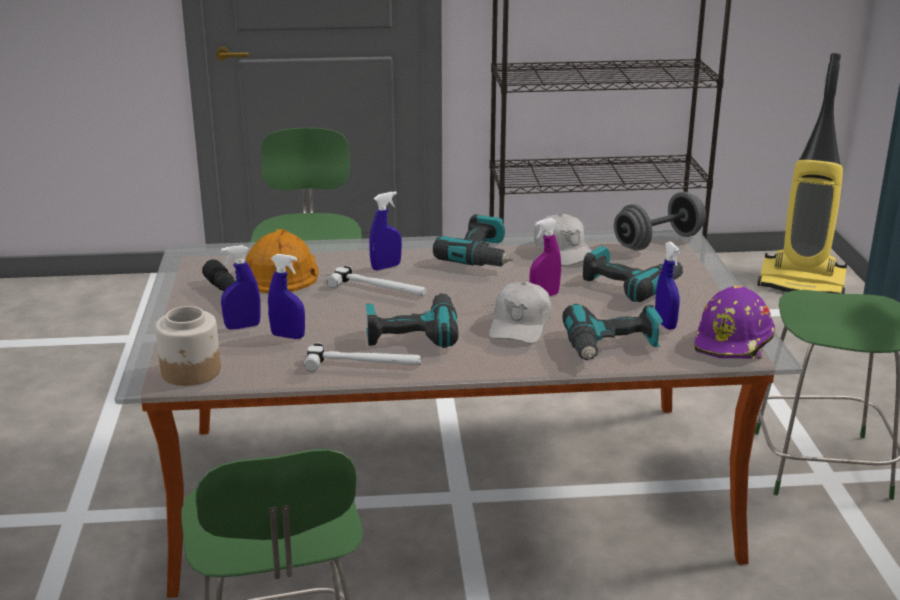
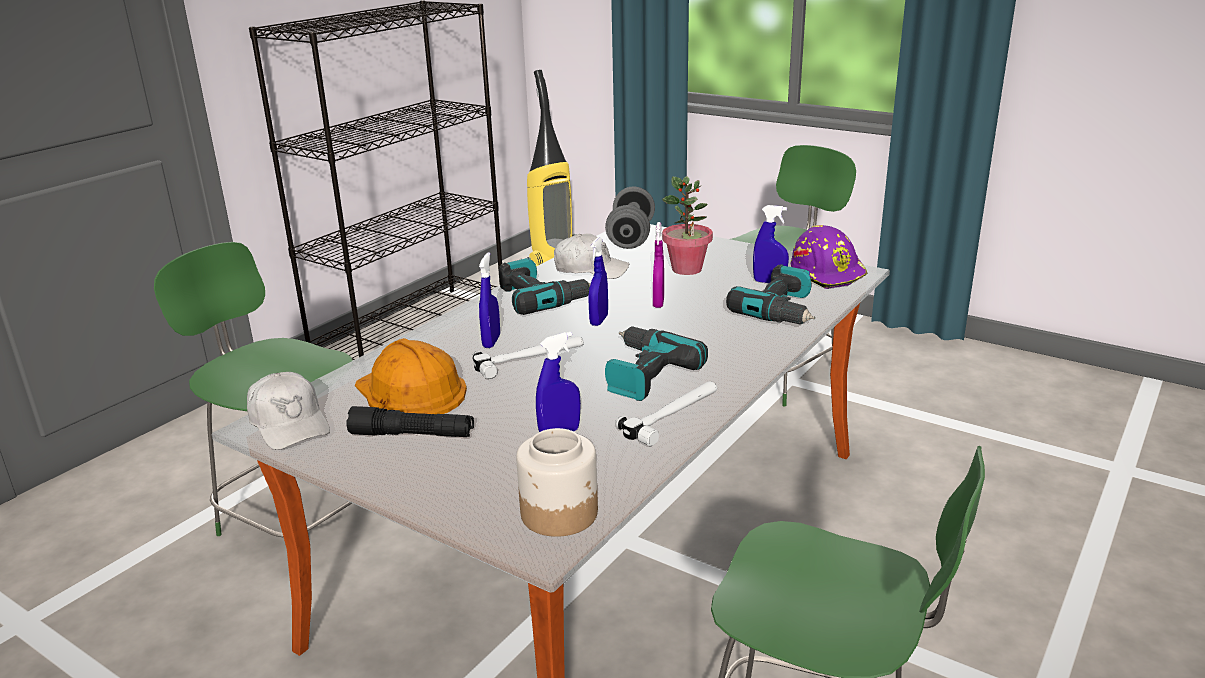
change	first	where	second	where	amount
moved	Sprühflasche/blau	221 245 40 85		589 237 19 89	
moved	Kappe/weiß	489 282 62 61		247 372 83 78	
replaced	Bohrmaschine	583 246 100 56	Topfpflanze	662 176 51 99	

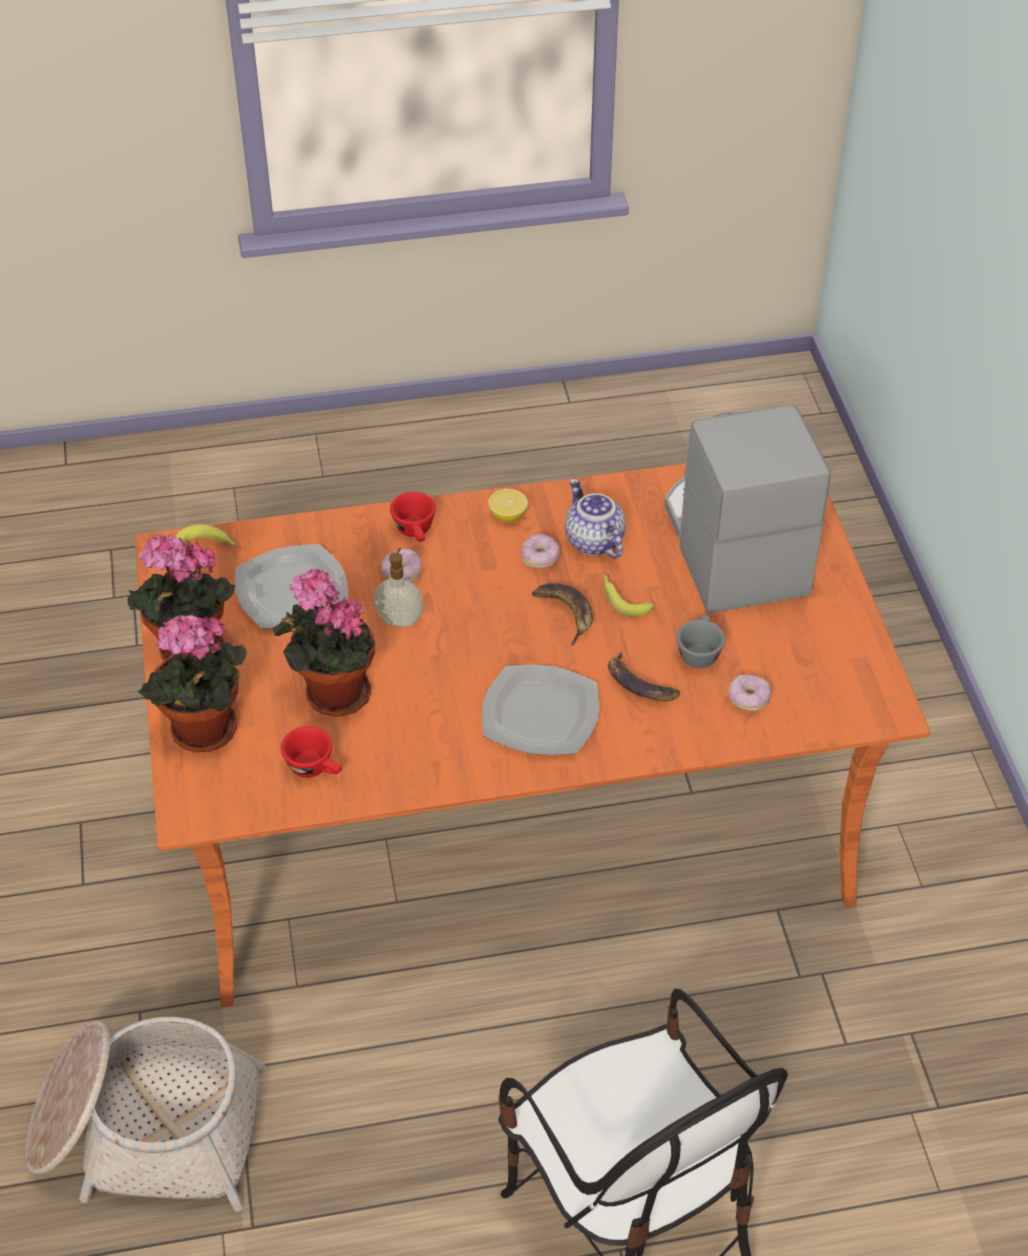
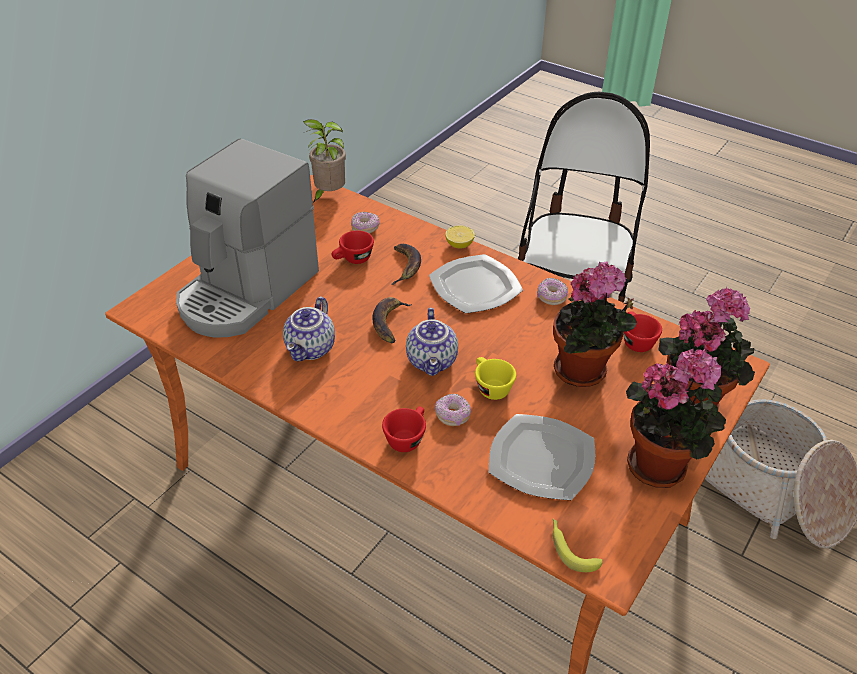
change	first	where	second	where	amount
replaced	Seifenspender	374 548 49 79	Tasse/gelb	475 357 41 43	
moved	Zitrone	488 489 40 33		445 225 30 24	
moved	Donut	521 534 39 35		537 278 31 27	
removed	Banane	603 574 51 43			
recoloured	Tasse/grau	676 615 49 53	Tasse/rot	332 230 42 34	
added			Topfpflanze	303 119 43 84	
added			Teekanne	406 308 52 68	

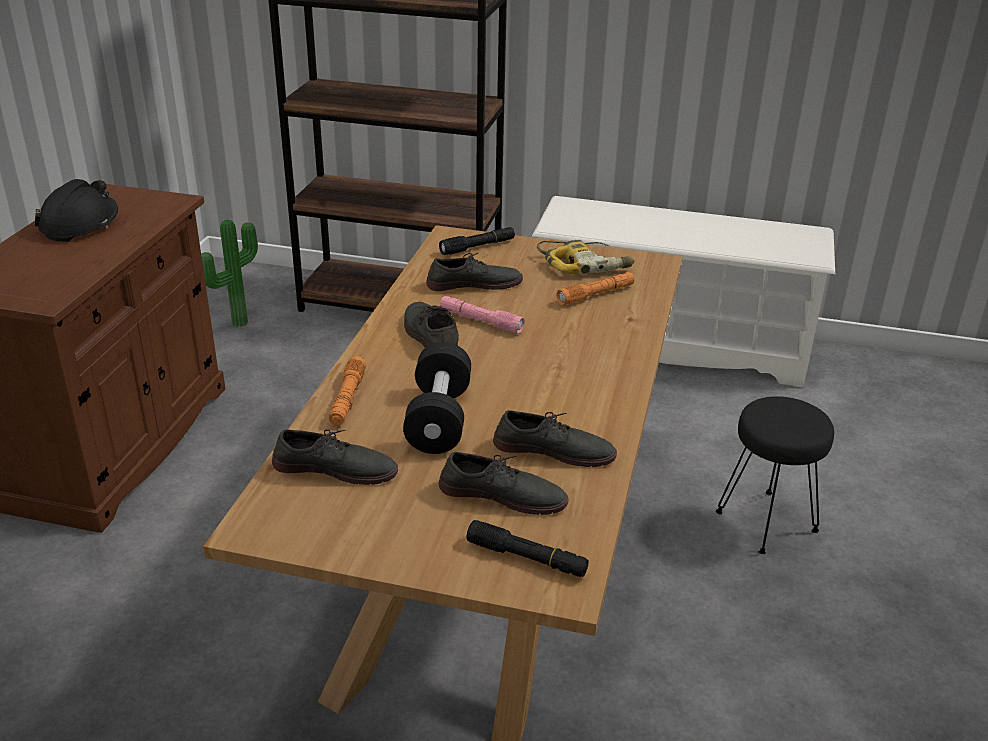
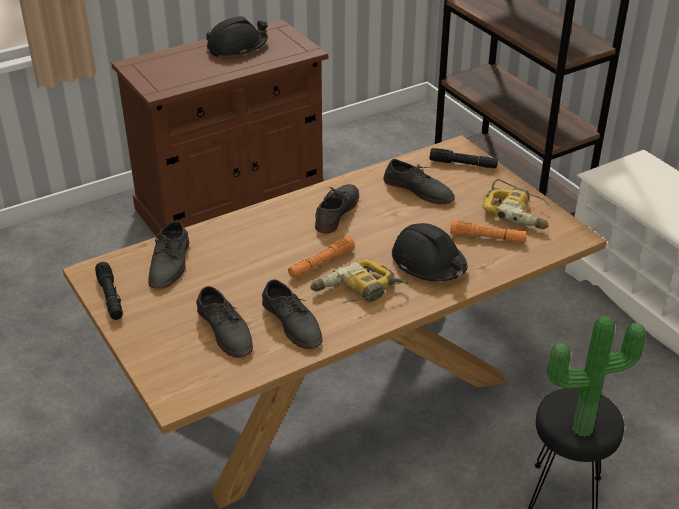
change	first	where	second	where	amount
moved	Topfpflanze	201 220 57 107		547 316 99 121	
turned	Schuh/grau	272 429 126 56		148 221 41 68	45 degrees clockwise
moved	Taschenlampe/orange	329 356 37 70		288 237 67 41	
removed	Hantel/schwarz	403 342 68 112			
removed	Taschenlampe/rosa	440 296 85 38			
moved	Taschenlampe/schwarz	467 520 122 57		95 262 28 58	
added			Bohrmaschine	310 260 98 44	
added			Schutzhelm/schwarz	392 223 75 59	

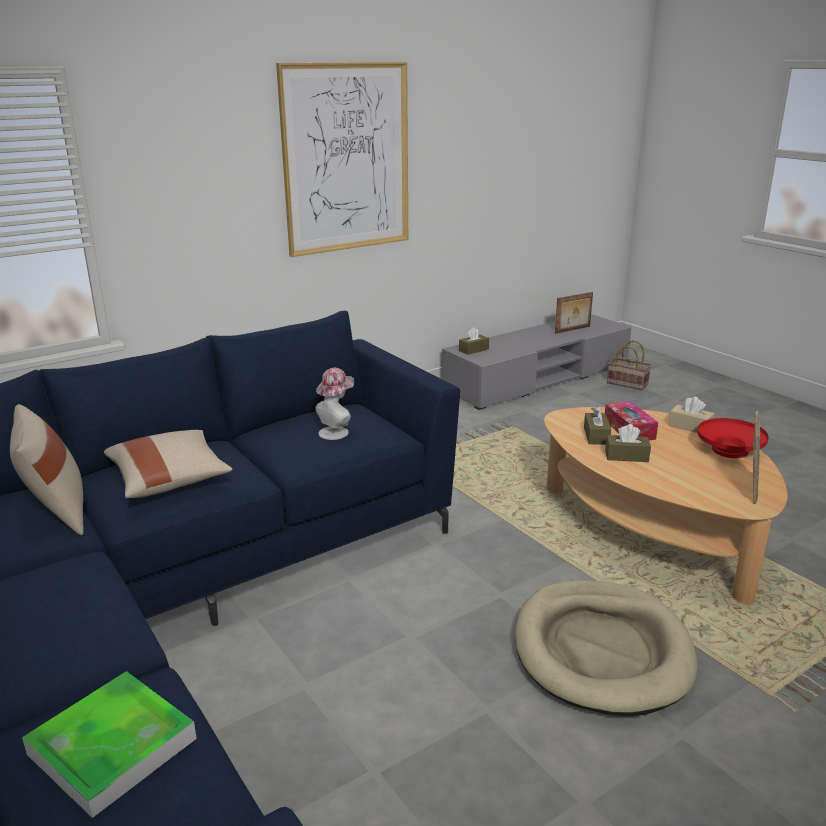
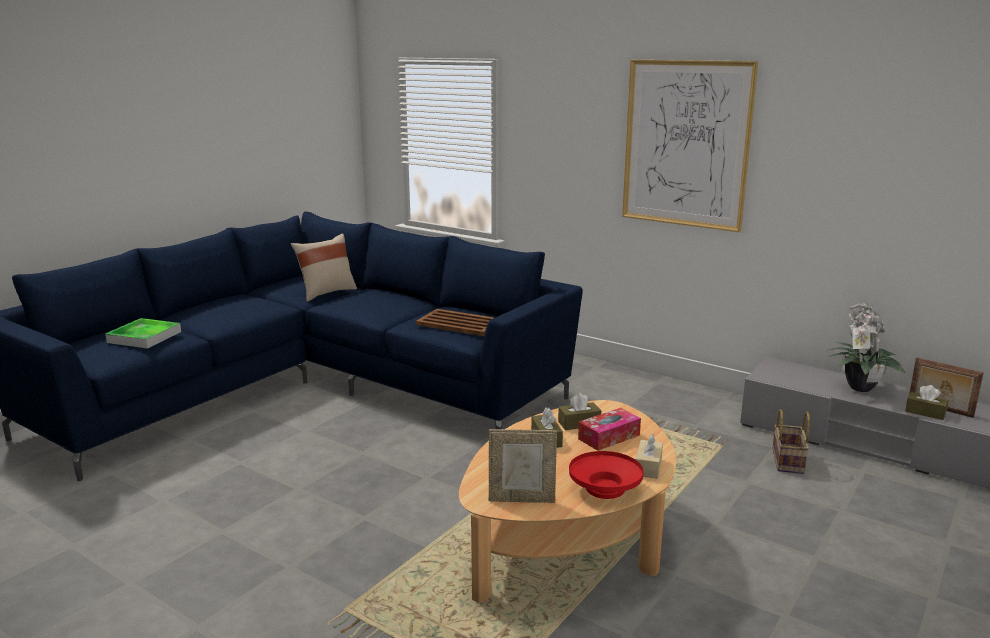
change	first	where	second	where	amount
removed	Kissen/beige	104 430 129 68			
replaced	Hut	315 368 39 72	Tablett/braun	416 309 78 27	
moved	Taschentuchbox/braun	459 327 30 28		905 385 44 35	
removed	Hundebett/beige	515 580 183 136			
moved	Korb	607 340 44 50		772 409 38 65	
added			Topfpflanze	828 302 78 90	

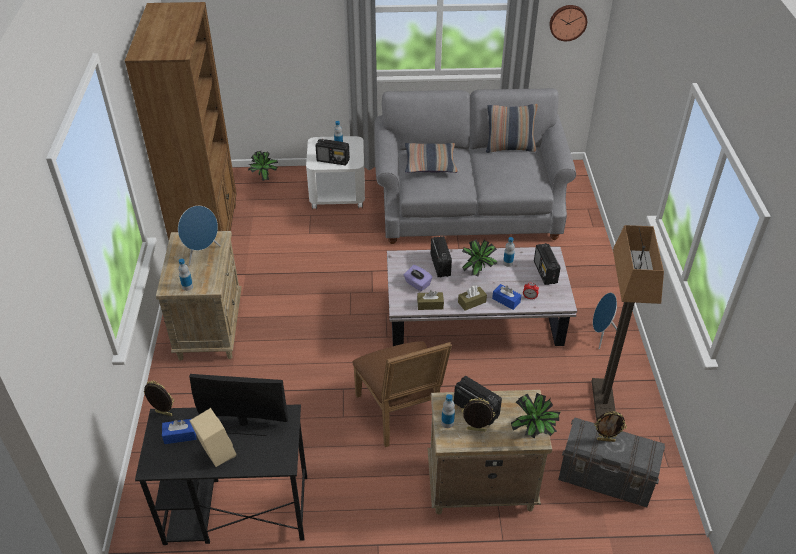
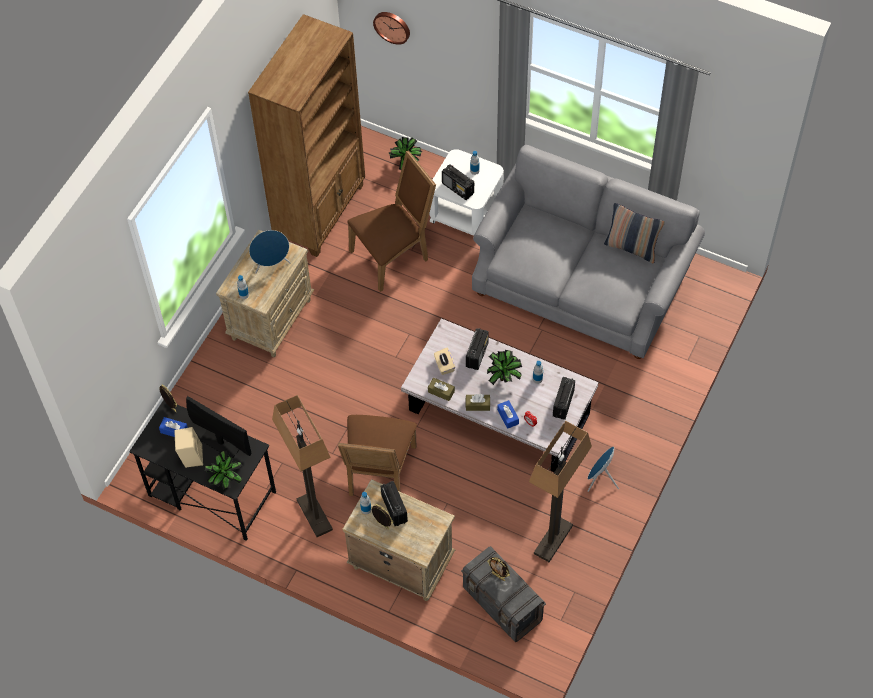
change	first	where	second	where	amount
recoloured	Taschentuchbox/lila	404 265 28 26	Taschentuchbox/beige	434 348 21 27	
removed	Kissen	405 143 53 30			
moved	Topfpflanze	511 393 49 46		204 451 39 38	
moved	Wanduhr	549 5 38 36		373 12 37 33	
added			Stehlampe	272 395 61 142	
added			Stuhl/braun	348 150 88 142	

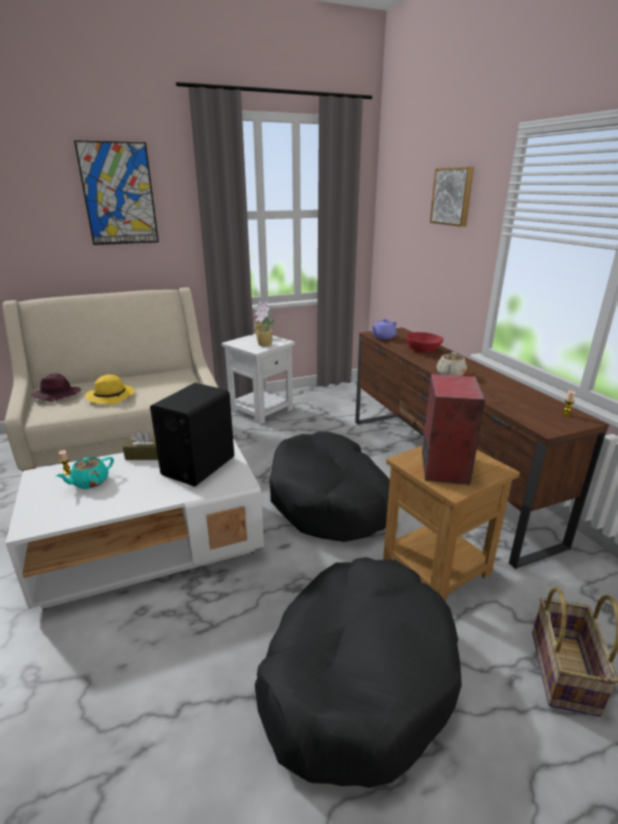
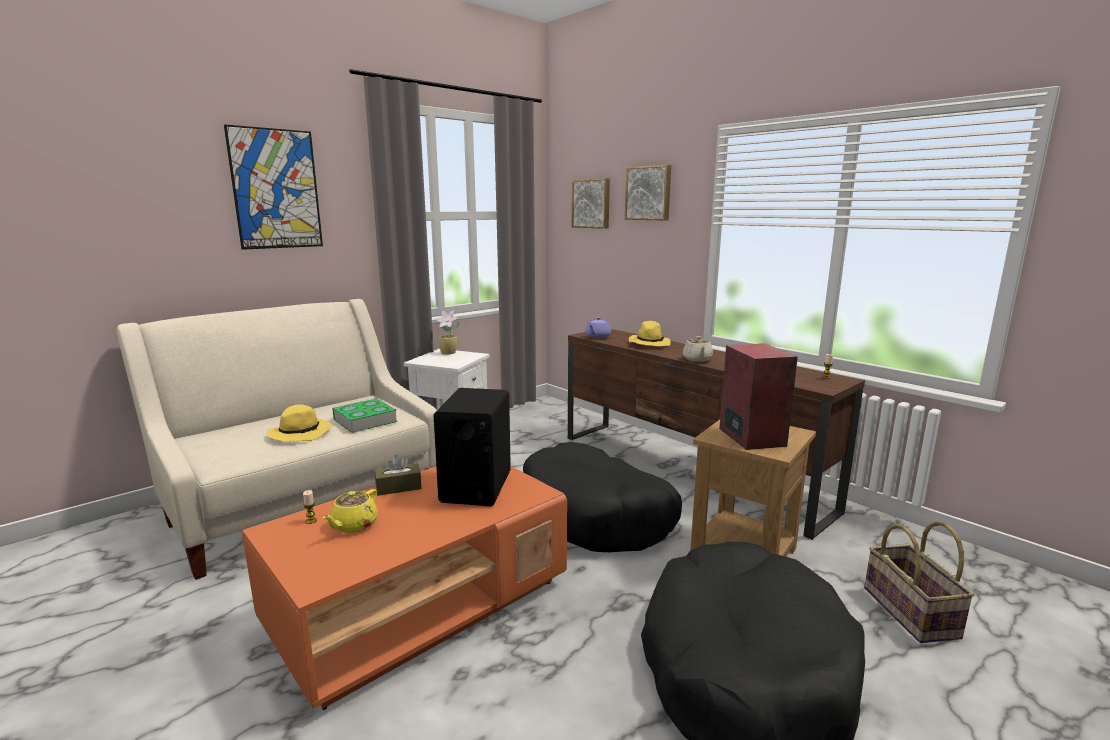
change	first	where	second	where	amount
recoloured	Couchtisch/weiß	6 438 258 172	Couchtisch/orange	242 466 325 244	
removed	Hut/lila	31 374 50 28			
recoloured	Teekanne/türkis	56 457 58 32	Teekanne/gelb	323 489 55 44	
removed	Topfpflanze	255 307 19 40			
replaced	Schüssel/rot	406 332 37 21	Hut/gelb	629 321 41 25	
added			Buch	332 398 66 35	
added			Bild	572 178 38 51	

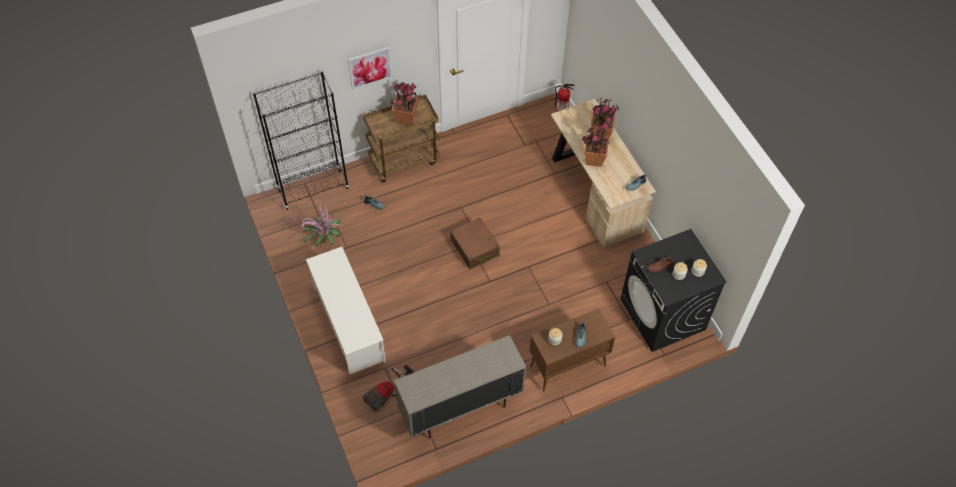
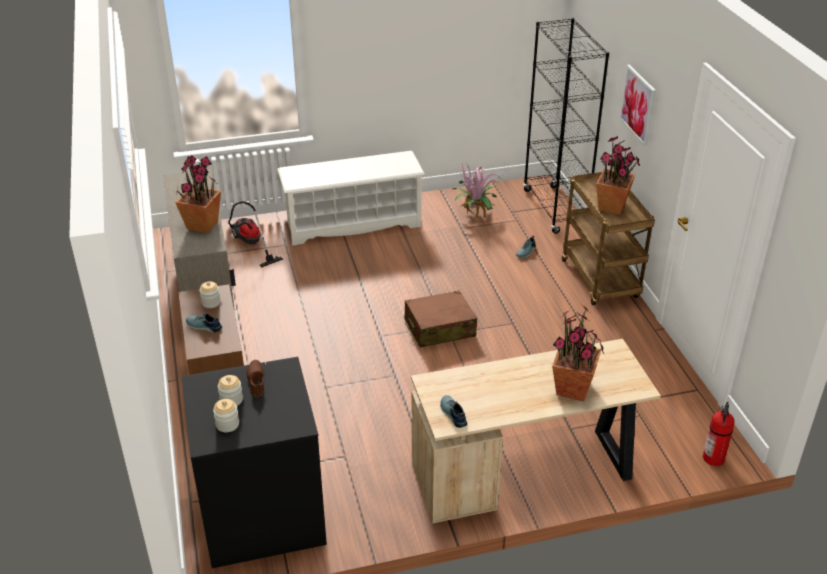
change	first	where	second	where	amount
moved	Topfpflanze	582 118 27 49		175 156 46 77	

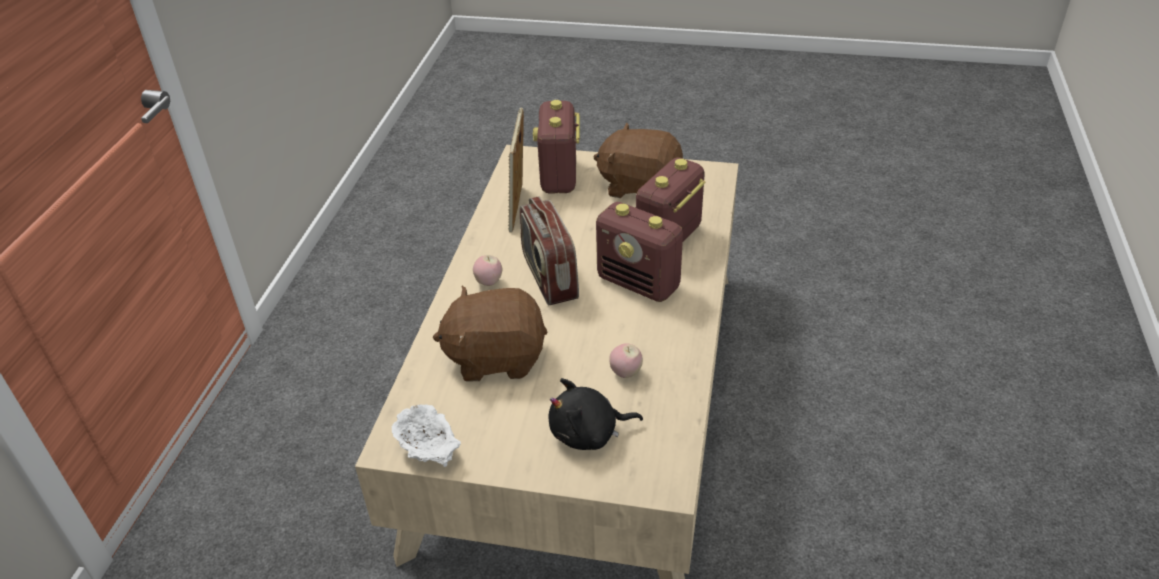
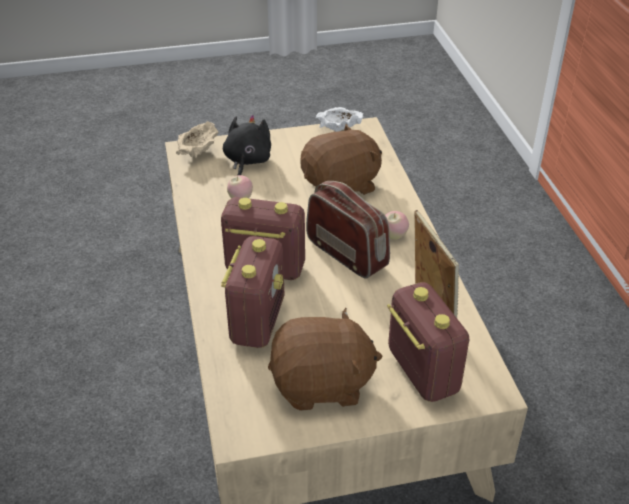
change	first	where	second	where	amount
turned	Plüschtier/schwarz	549 378 94 72		223 115 48 60	45 degrees counterclockwise
added			Schüssel/beige	176 121 43 37	

